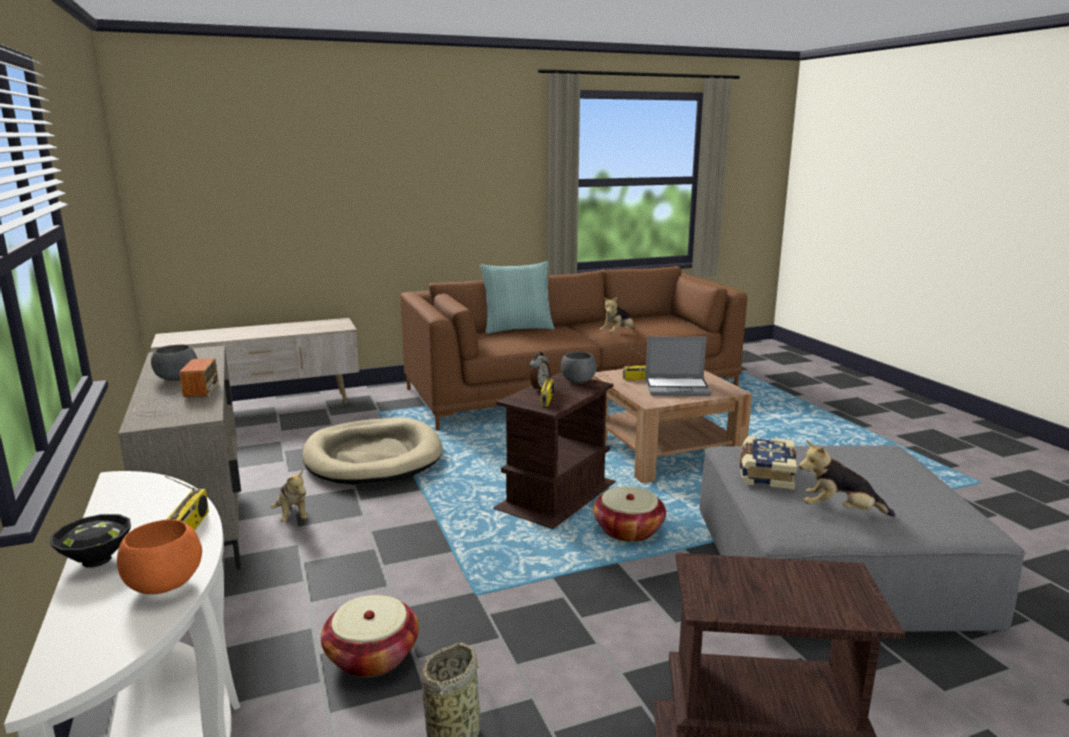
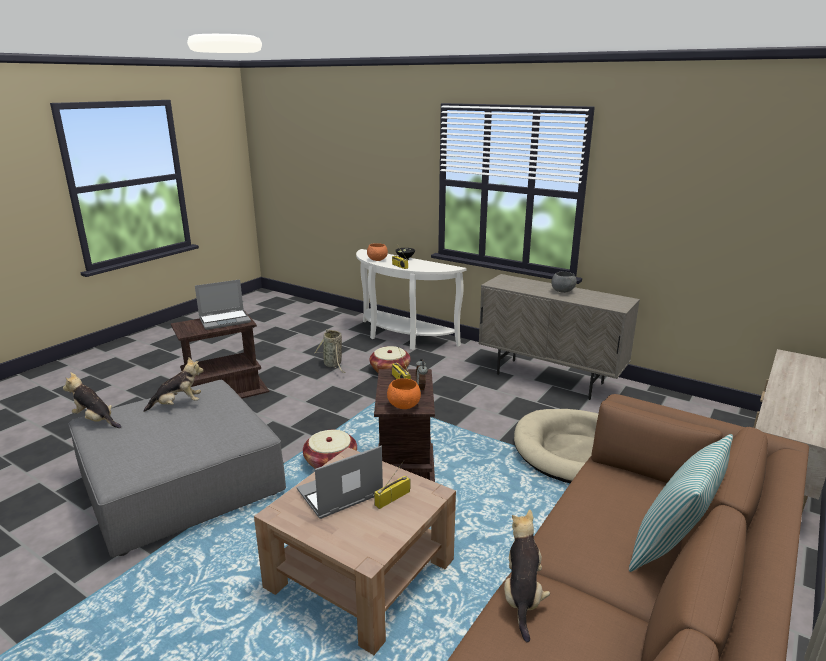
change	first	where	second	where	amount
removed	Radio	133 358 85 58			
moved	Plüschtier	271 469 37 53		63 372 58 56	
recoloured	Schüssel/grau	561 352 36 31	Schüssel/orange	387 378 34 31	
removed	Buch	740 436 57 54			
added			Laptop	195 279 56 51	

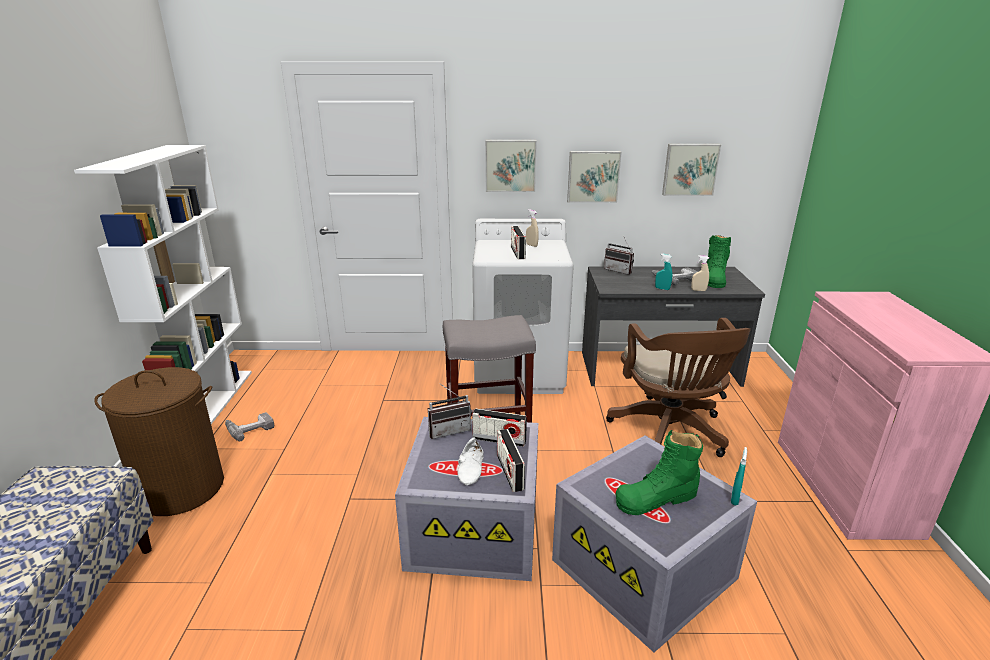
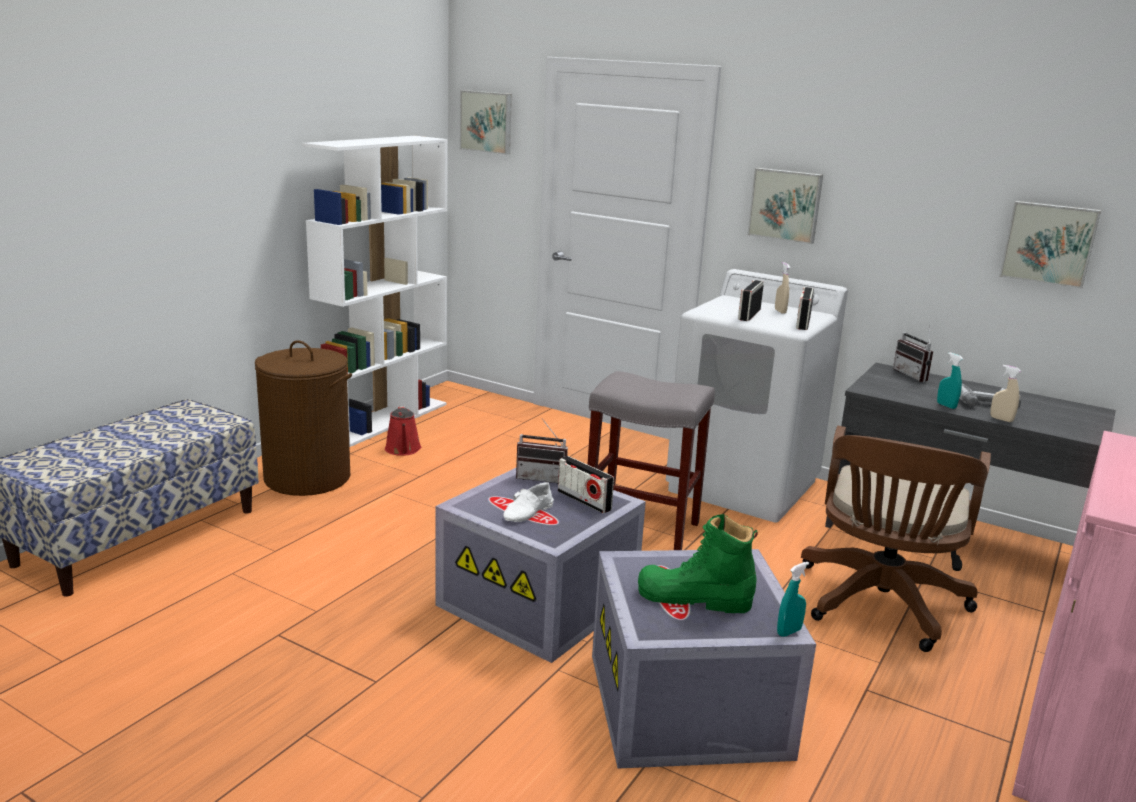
change	first	where	second	where	amount
replaced	Bohrmaschine	225 412 49 29	Gießkanne/rot	385 405 36 51	
moved	Radio	497 429 28 63		796 287 18 43	
moved	Bild	567 151 55 52		460 90 52 65	
removed	Stiefel/grün	707 235 24 53			

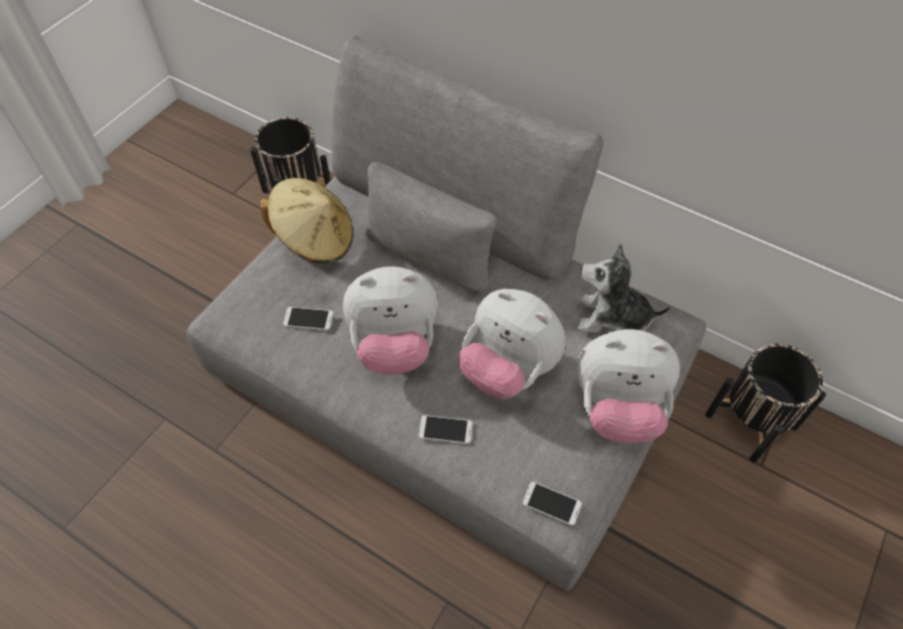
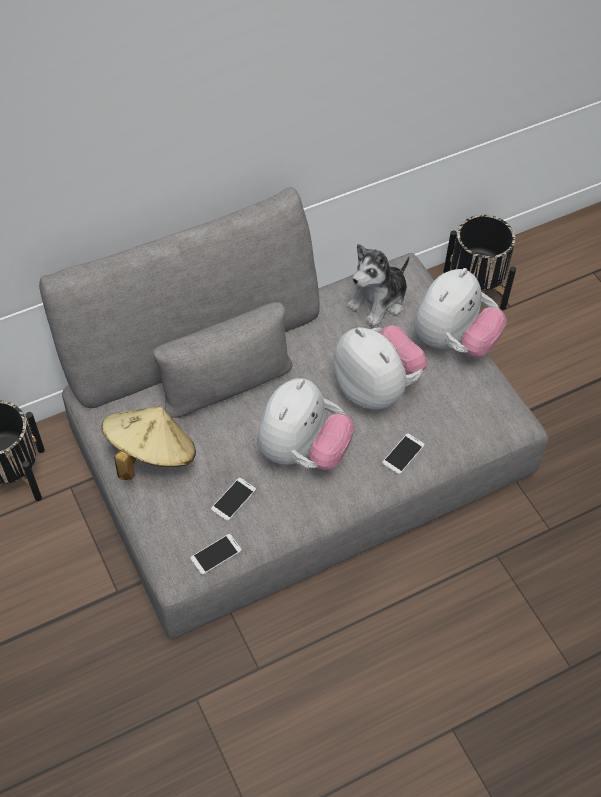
change	first	where	second	where	amount
turned	Plüschtier	459 289 107 110		334 326 93 84	105 degrees counterclockwise
moved	Handy	522 482 60 44		190 534 52 41	

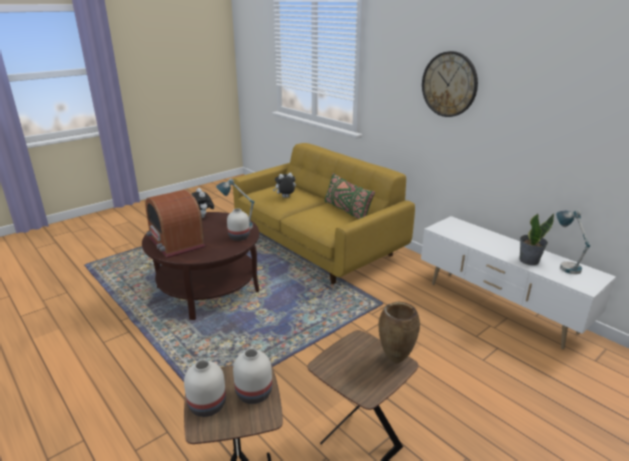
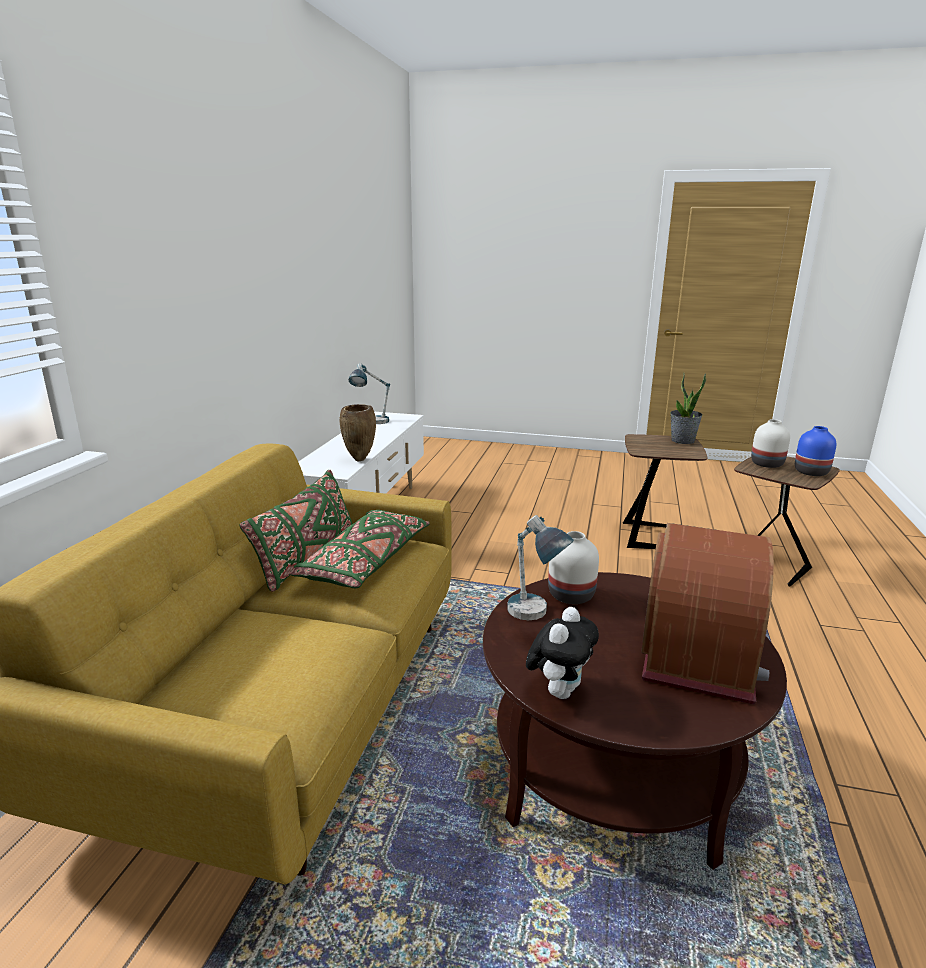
change	first	where	second	where	amount
recoloured	Vase/weiß	184 359 42 58	Vase/blau	795 426 41 50	
removed	Plüschtier	273 172 23 26			
moved	Vase/braun	378 301 42 62		340 404 36 57	
removed	Wanduhr	422 51 56 66			
moved	Topfpflanze	520 214 34 51		670 373 36 71	
added			Kissen/grün	289 510 141 78	

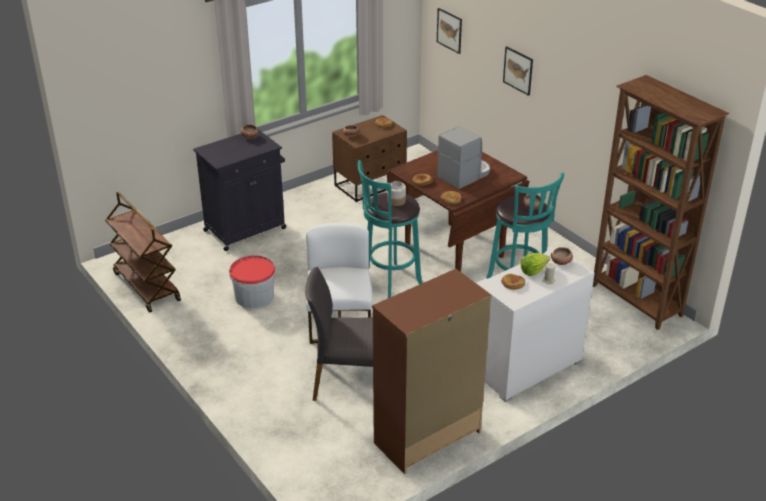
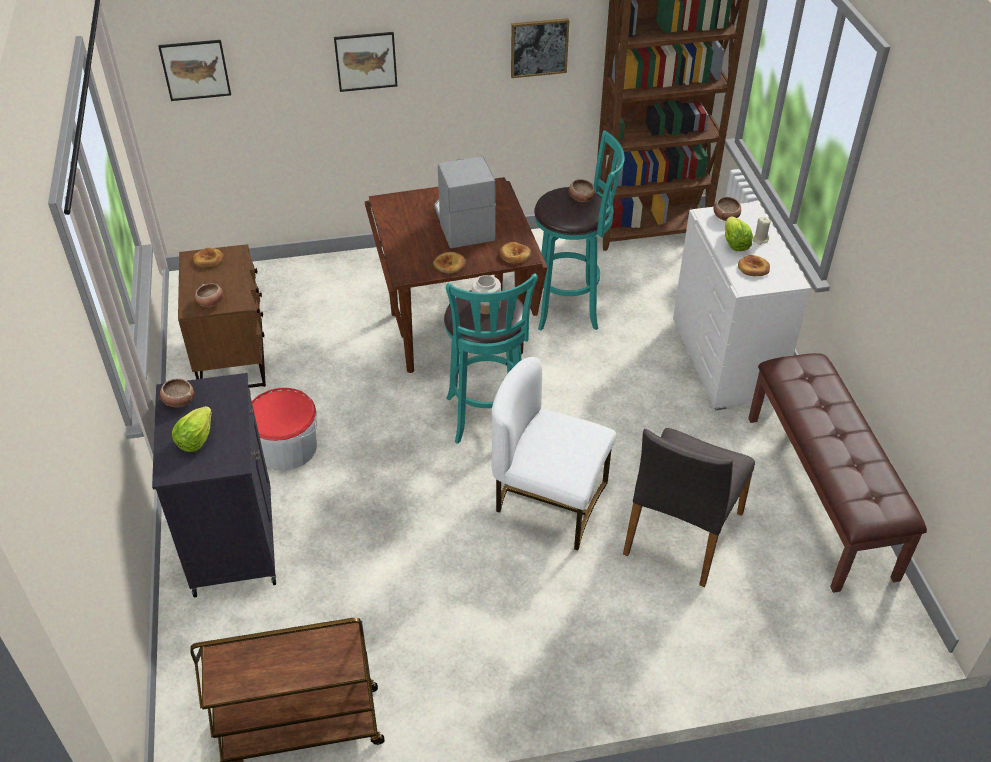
change	first	where	second	where	amount
moved	Eimer	229 255 47 53		252 388 65 82	
replaced	Kommode/braun	372 269 120 205	Bank/braun	748 353 179 240	
added			Salatkopf	172 406 40 46	
added			Bild	511 18 58 60	

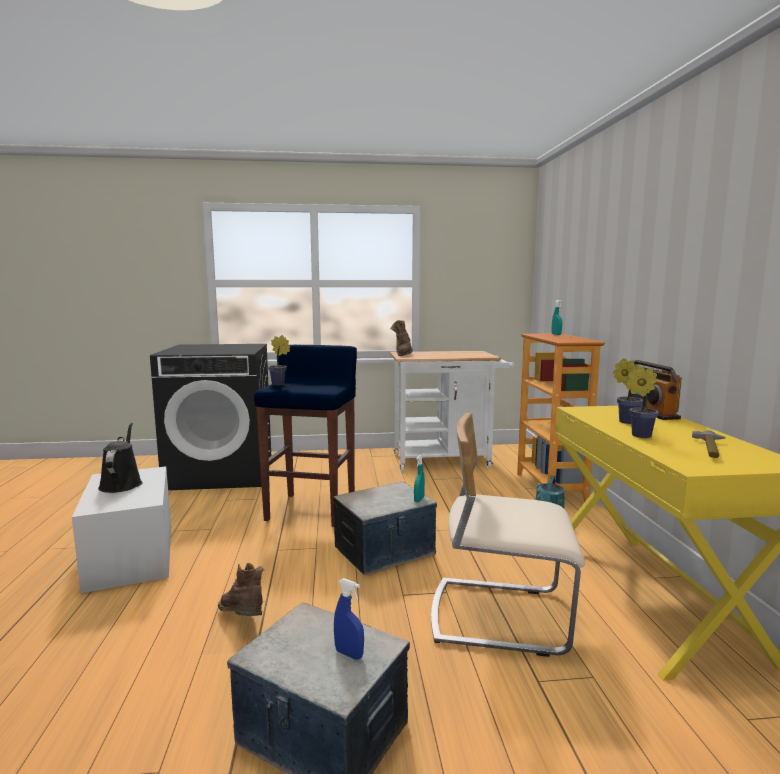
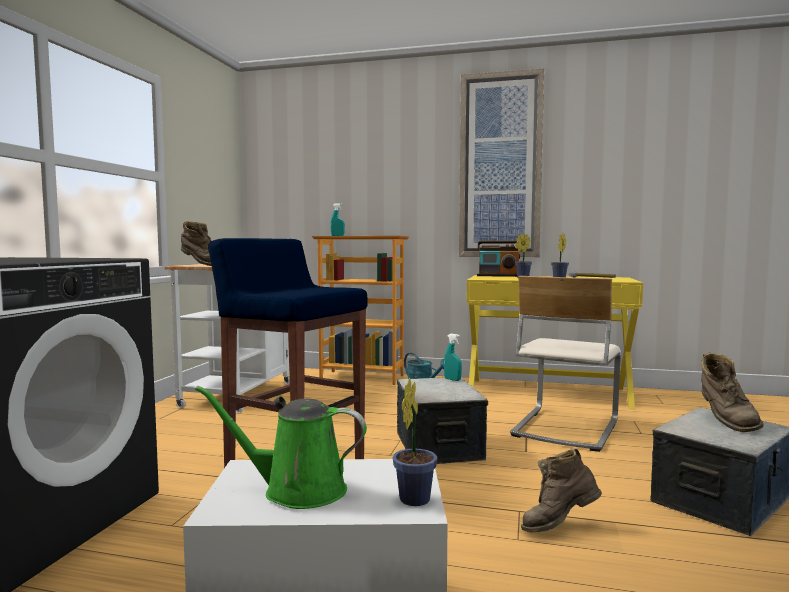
change	first	where	second	where	amount
recoloured	Gießkanne/schwarz	98 423 45 70	Gießkanne/grün	195 386 172 123	
moved	Topfpflanze	268 335 22 51		393 378 45 128	
replaced	Sprühflasche/blau	334 578 30 82	Stiefel/braun	701 352 63 80	
added			Bild	459 68 85 189	

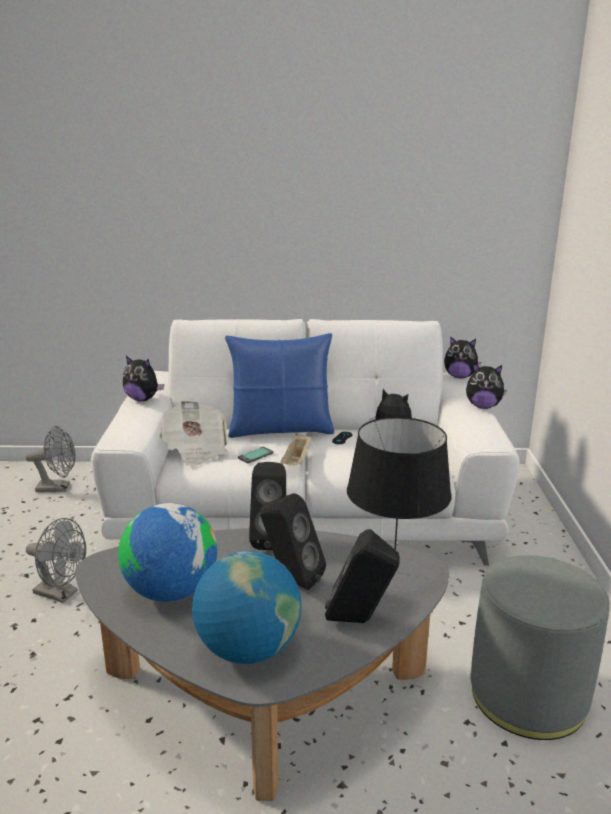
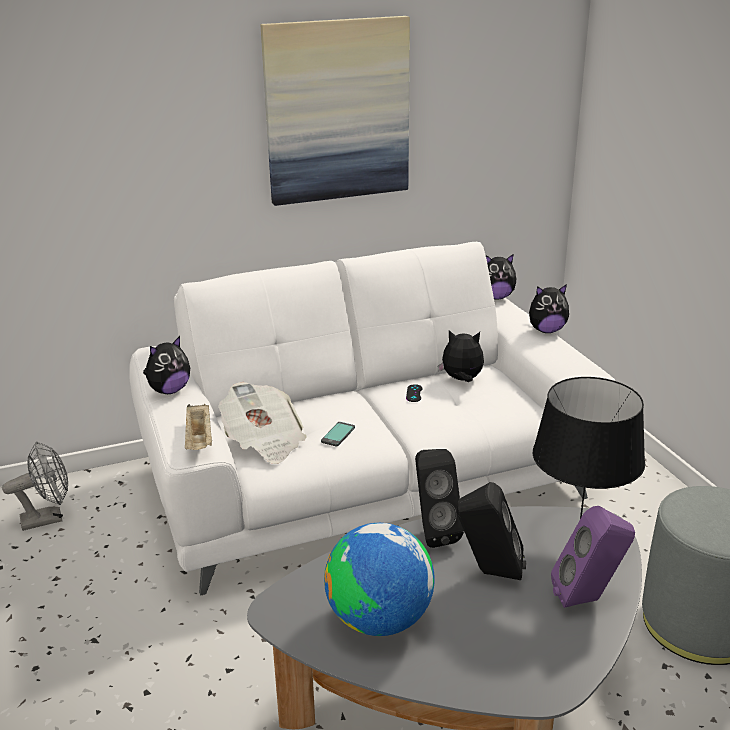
change	first	where	second	where	amount
removed	Ventilator/grau	26 518 60 85			
turned	Plüschtier	123 356 41 45		143 336 47 58	45 degrees counterclockwise
removed	Globus	192 551 110 113			
removed	Kissen/blau	225 333 109 105			
moved	Tablett/beige	280 433 31 32		185 404 27 46	
recoloured	Lautsprecher/schwarz	325 529 75 94	Lautsprecher/lila	551 506 84 102	
added			Bild	261 16 149 190	

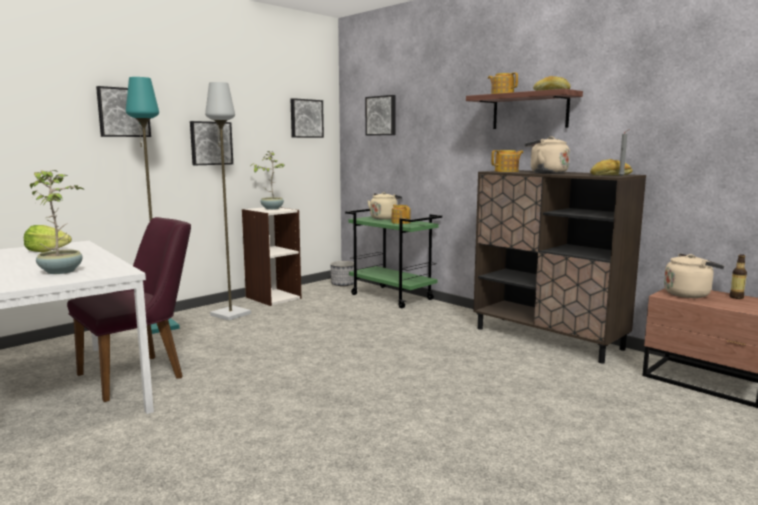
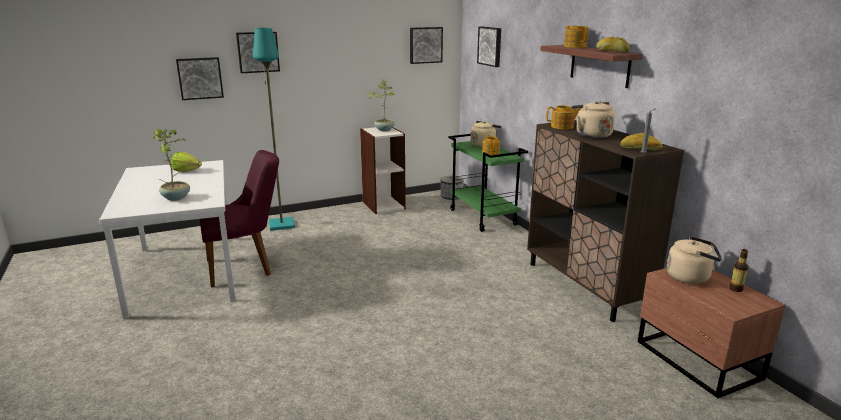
change	first	where	second	where	amount
moved	Bild	190 121 43 44		176 57 48 43	
removed	Stehlampe/grau	205 82 46 239			

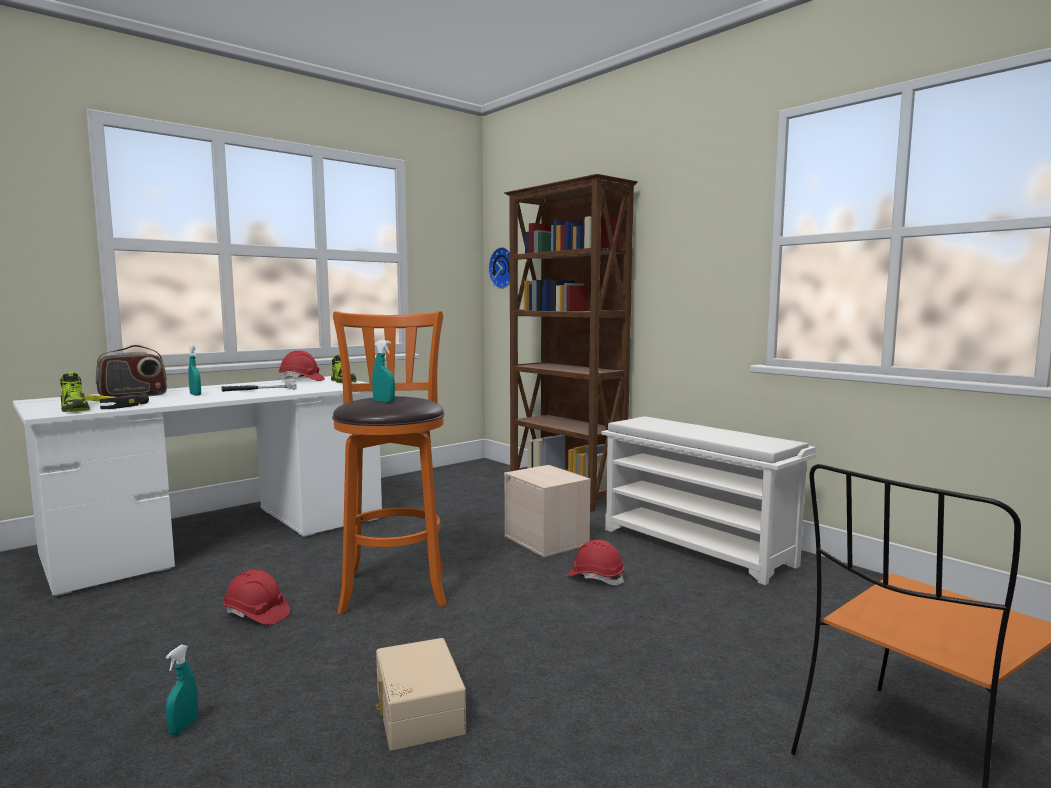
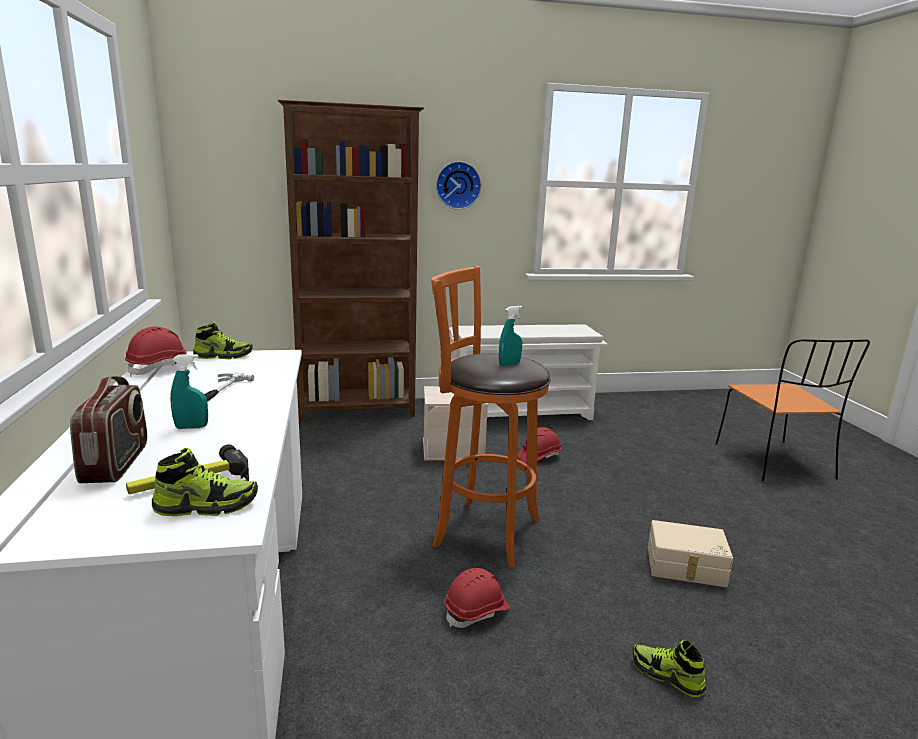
change	first	where	second	where	amount
replaced	Sprühflasche/türkis	166 645 32 90	Schuh	632 640 74 57	
moved	Wanduhr	488 247 22 42		436 161 45 49	

